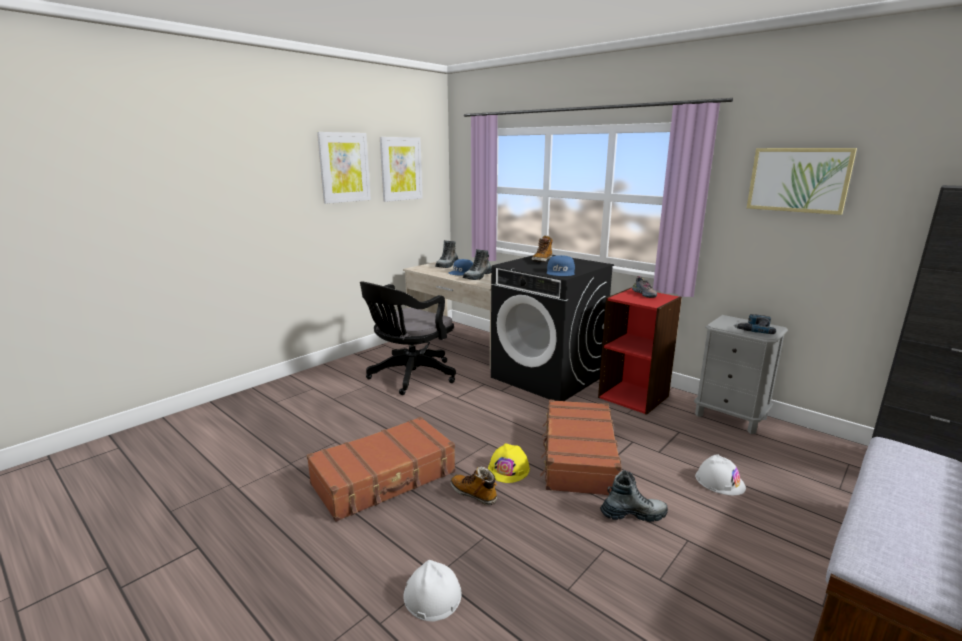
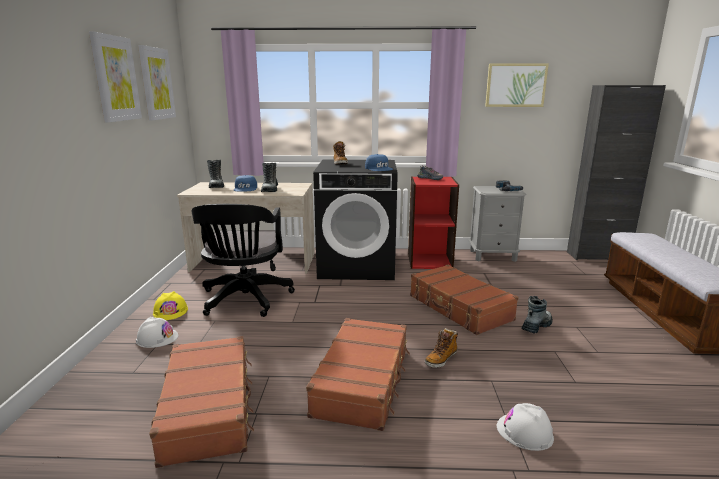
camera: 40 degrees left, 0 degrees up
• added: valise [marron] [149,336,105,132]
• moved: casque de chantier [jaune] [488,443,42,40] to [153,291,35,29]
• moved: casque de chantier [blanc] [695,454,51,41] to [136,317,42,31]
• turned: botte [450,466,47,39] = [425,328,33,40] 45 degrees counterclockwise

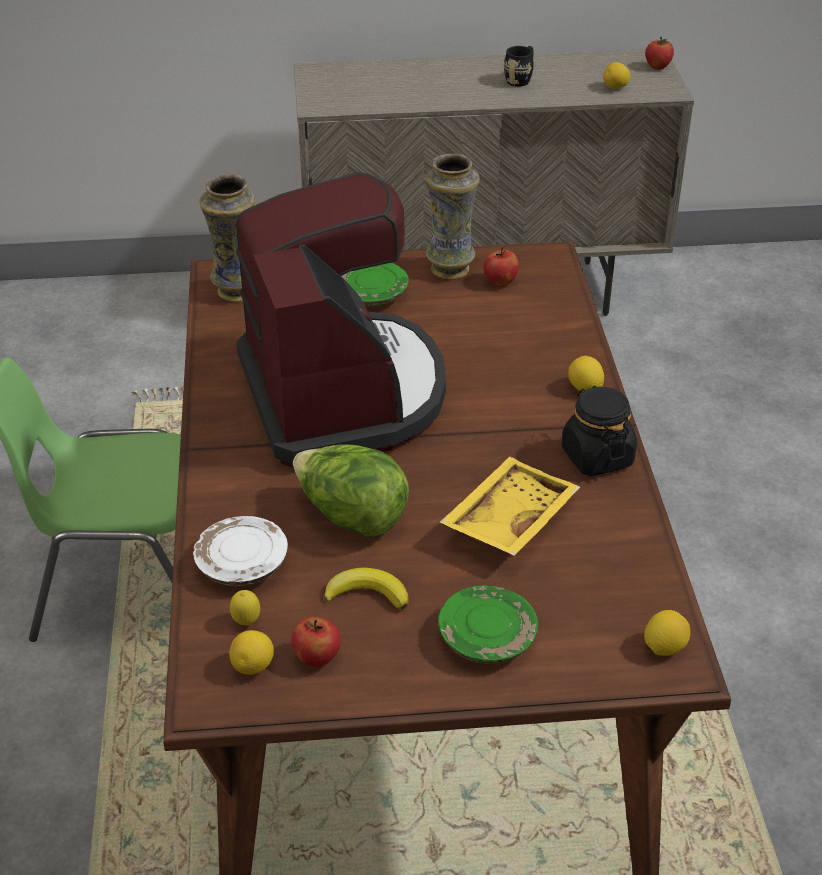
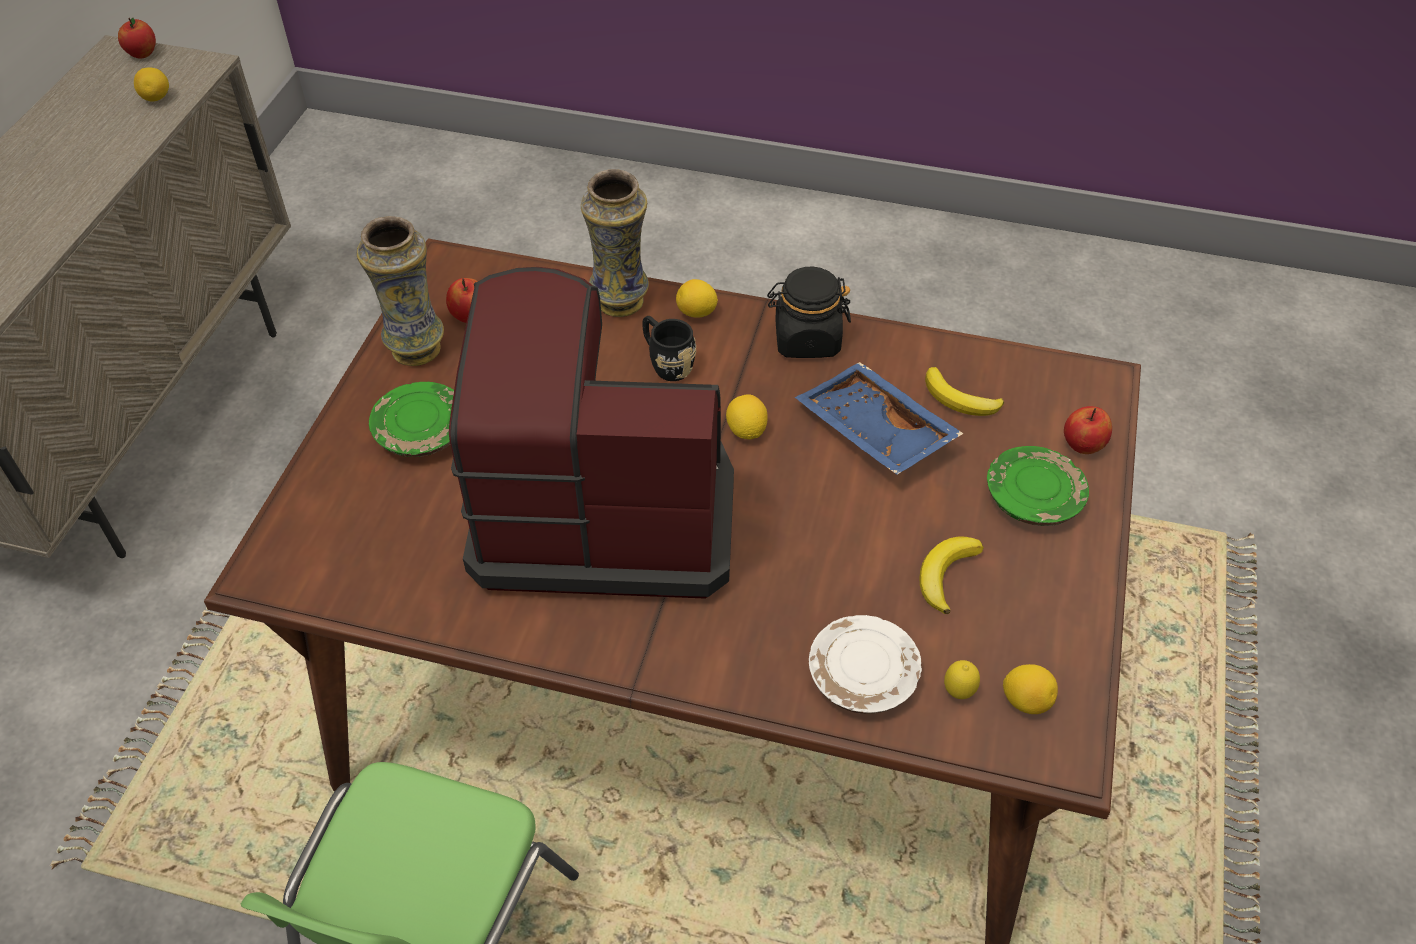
camera: 70 degrees left, 10 degrees up
• removed: laitue [293,444,116,93]
• added: banane [925,367,79,49]
• moved: vase [199,175,56,127] to [581,169,68,148]
• moved: pomme [291,617,50,50] to [1064,406,48,48]
• moved: mug [noir] [504,46,30,41] to [642,316,54,65]
• moved: citron [644,610,47,46] to [726,394,41,45]
• recoloured: plateau [jaune] [440,456,140,100] to plateau [bleu] [795,362,169,113]

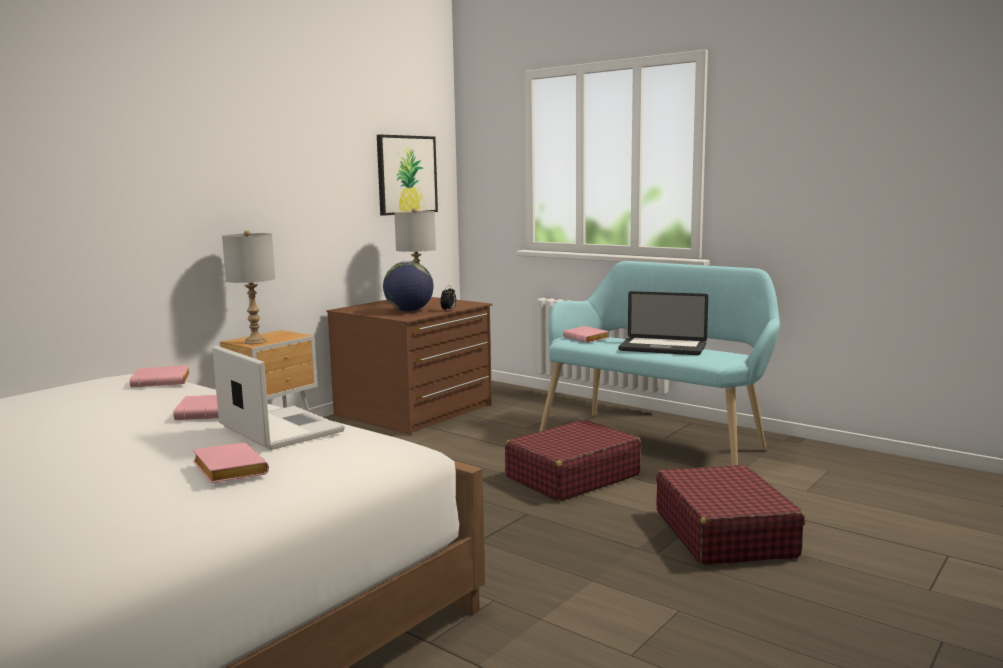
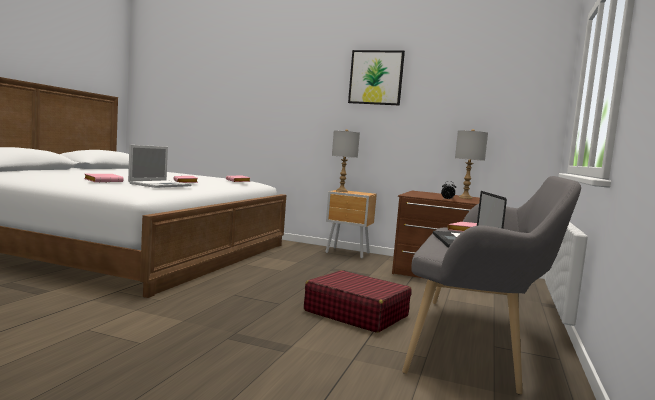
camera: 70 degrees right, 5 degrees down
• removed: globe [383,261,50,51]
• removed: valise [rouge] [656,465,149,100]
• moved: tableau [377,135,61,81] to [348,50,57,56]
• recoloured: banc [turquoise] [539,261,241,205] to banc [gris] [402,176,179,219]

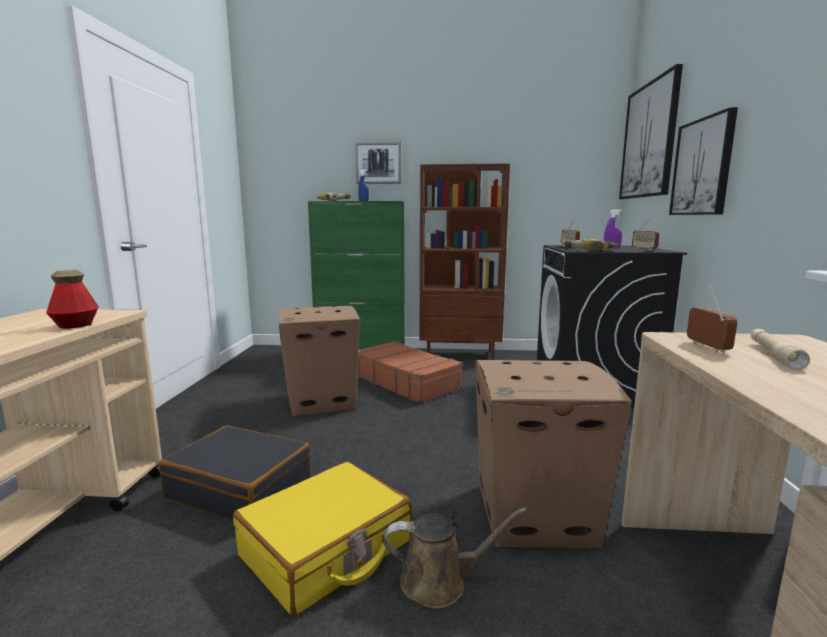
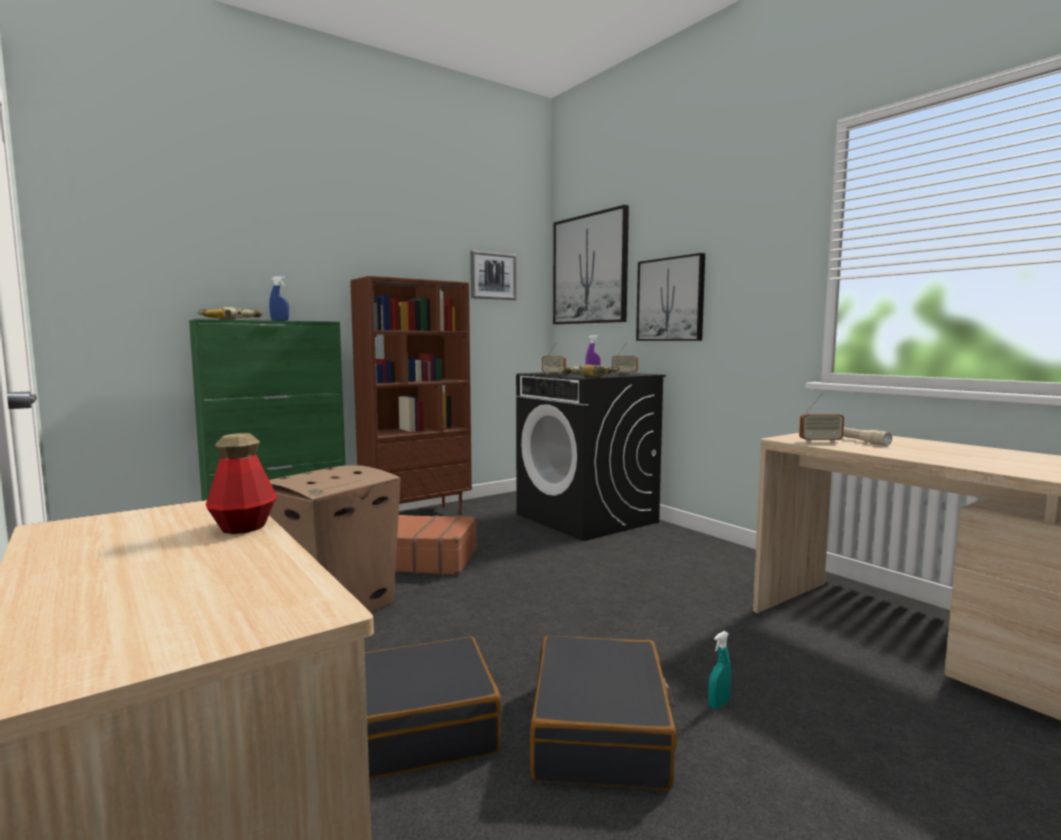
camera: 40 degrees left, 5 degrees down
• removed: carton [475,360,157,188]
• moved: tableau [355,142,46,42] to [470,251,47,49]
• replaced: arrosoir [marron] [384,507,143,102] to vaporisateur [turquoise] [708,631,23,78]
• recoloured: valise [jaune] [233,461,178,155] to valise [noir] [530,636,147,154]
• turned: radio [687,284,50,68] = [799,393,45,50] 135 degrees clockwise

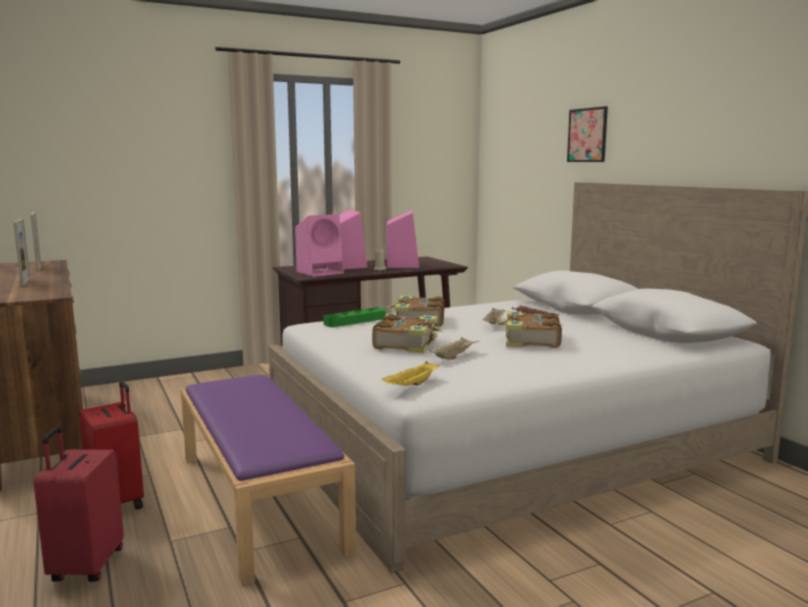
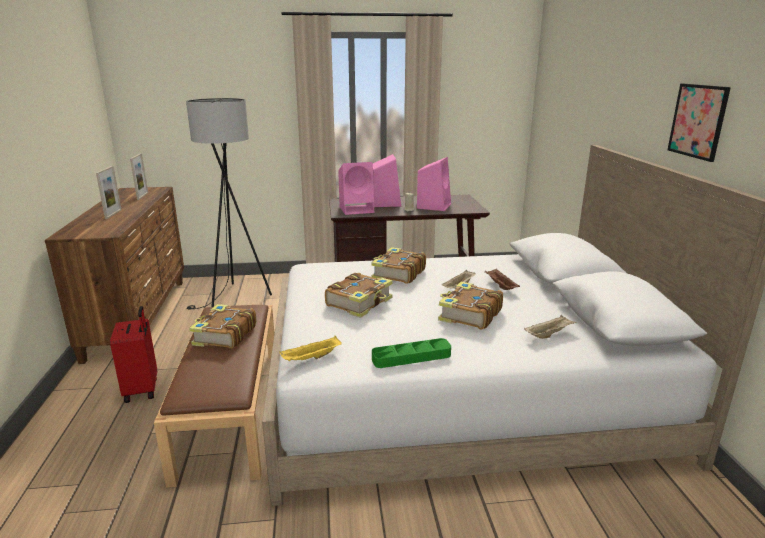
camera: 20 degrees right, 10 degrees up
• removed: valise [rouge] [34,427,90,155]
• added: lampadaire [noir] [186,98,86,211]
• added: livre [189,304,67,45]
• moved: plateau [vert] [323,308,63,19] to [372,338,79,30]
• moved: plateau [beige] [429,337,50,23] to [524,315,53,24]
• moved: tableau [567,106,41,56] to [668,84,63,78]
• recoloured: banc [violet] [181,375,175,210] to banc [marron] [154,305,121,183]

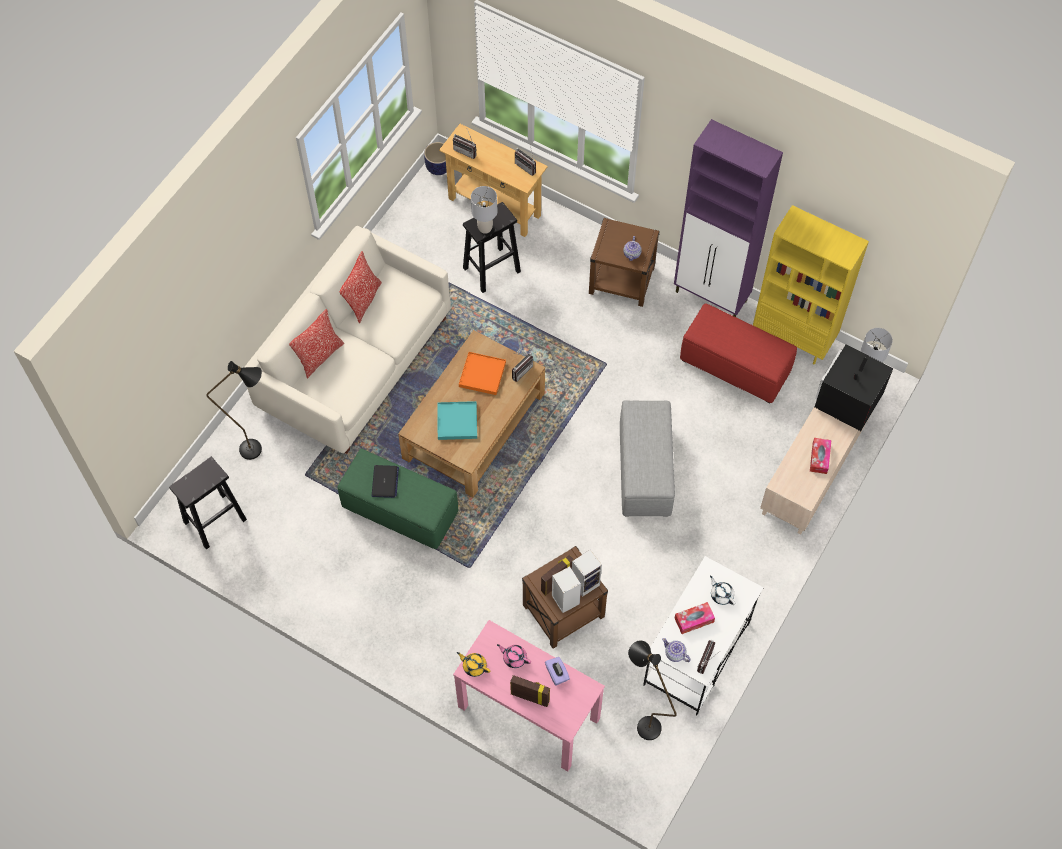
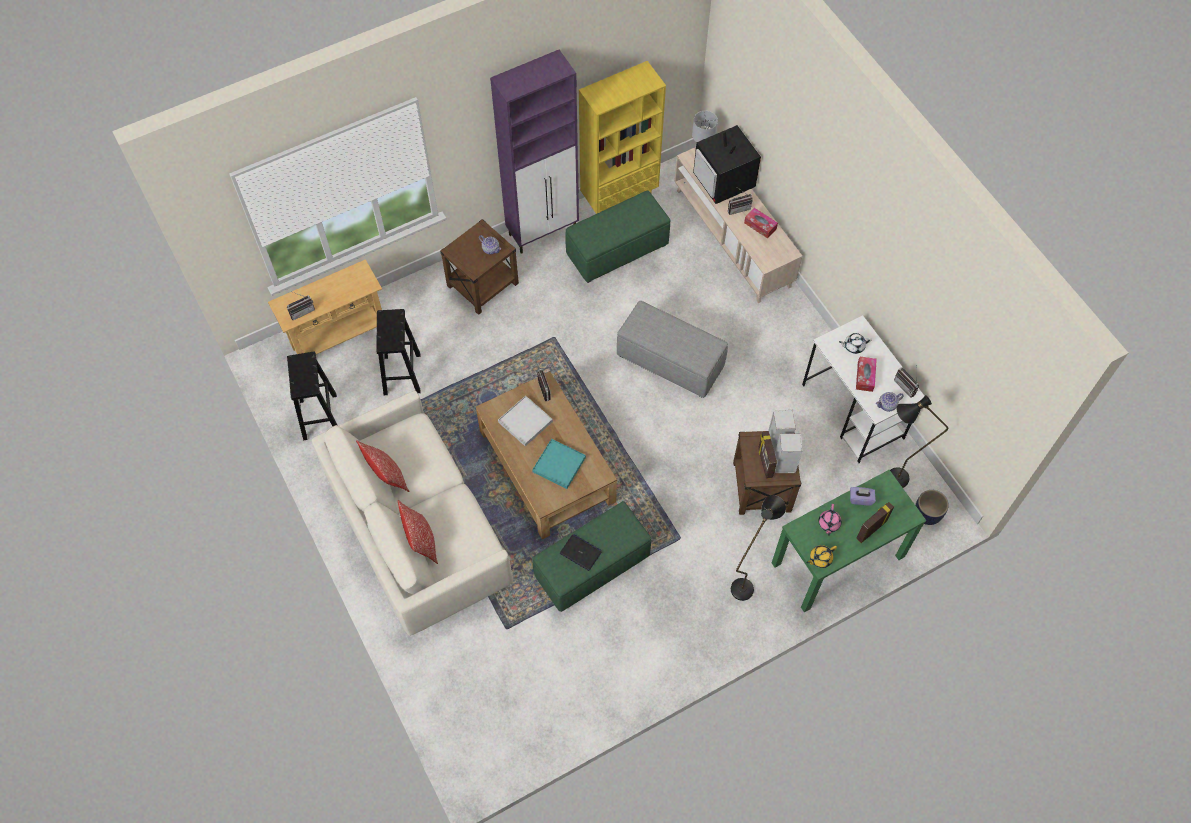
camera: 60 degrees left, 0 degrees up
• removed: lampe de table [gris] [471,186,27,48]
• moved: tabouret [noir] [169,457,78,92] to [287,352,50,88]
• moved: lampadaire [noir] [206,361,56,99] to [731,495,55,106]
• moved: cache-pot [424,142,23,33] to [915,490,34,35]
• moved: radio [515,146,21,30] to [728,188,25,27]
• recoloured: table console [rose] [453,620,152,152] to table console [vert] [772,470,154,142]
• recoloured: plateau [orange] [459,352,47,43] to plateau [blanc] [498,395,55,51]
• recoloured: pouf [rouge] [680,304,117,99] to pouf [vert] [565,191,106,92]
• turned: théière [rose] [497,644,34,24] = [819,504,23,32] 45 degrees counterclockwise

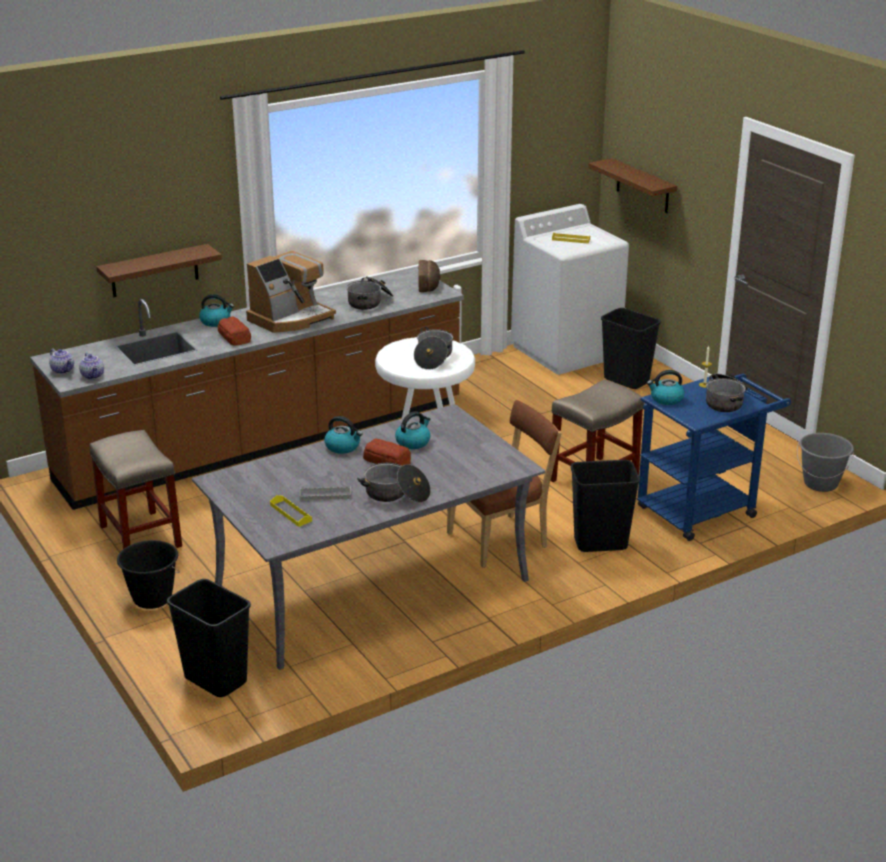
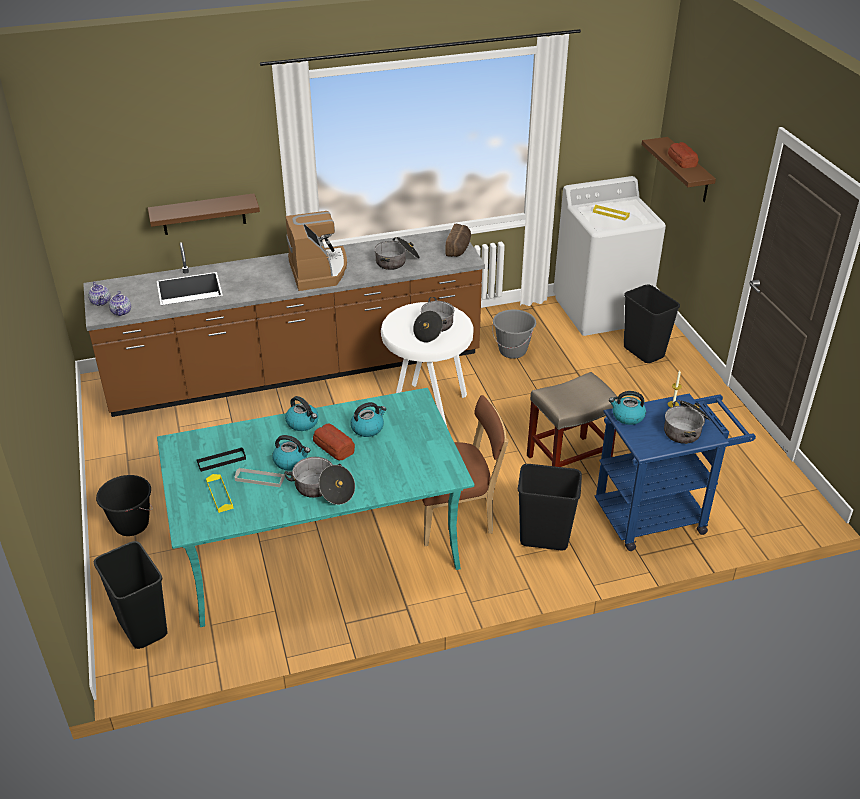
camera: 15 degrees right, 10 degrees up
• removed: tabouret [beige] [90,430,92,119]
• added: plateau [noir] [197,447,49,25]
• moved: bouilloire [199,294,35,33] to [273,435,37,35]
• moved: pain [218,317,33,29] to [668,142,31,26]
• moved: seau [gris] [797,433,57,59] to [492,309,44,50]
• recoloured: table à manger [gris] [192,404,353,266] to table à manger [turquoise] [157,388,318,239]
• turned: machine à café [246,251,90,82] = [286,211,61,80] 75 degrees counterclockwise

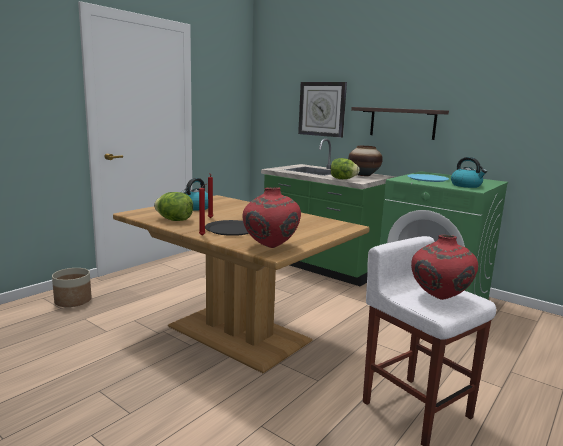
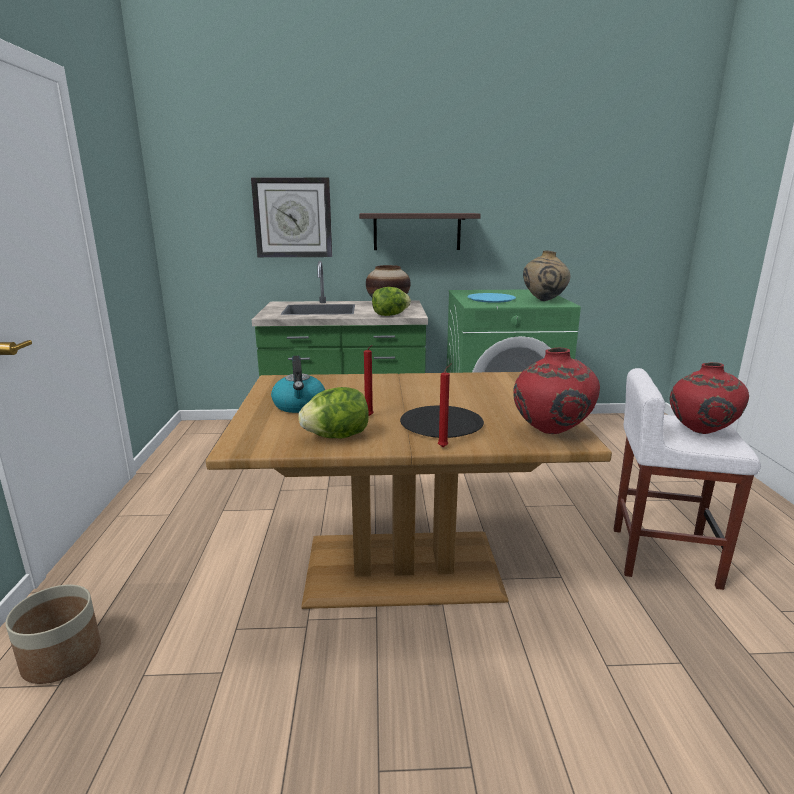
camera: 40 degrees left, 5 degrees up
• replaced: bouilloire [451,157,36,31] to vase [beige] [523,250,47,51]

